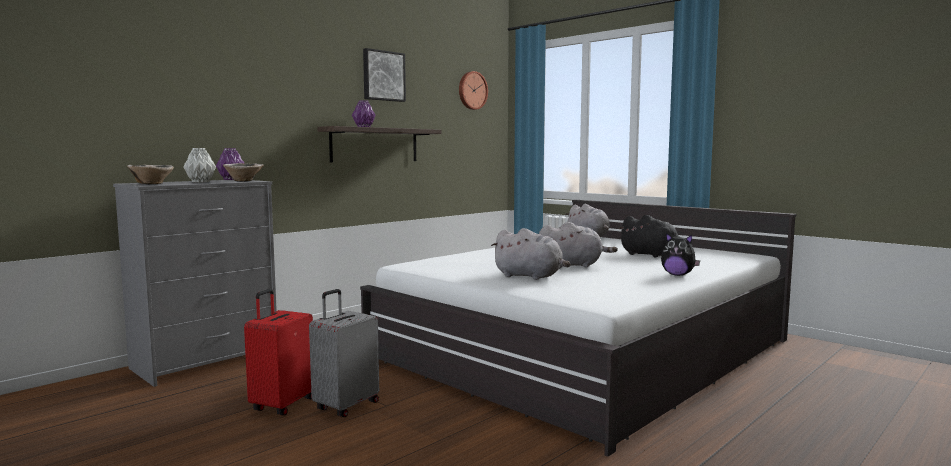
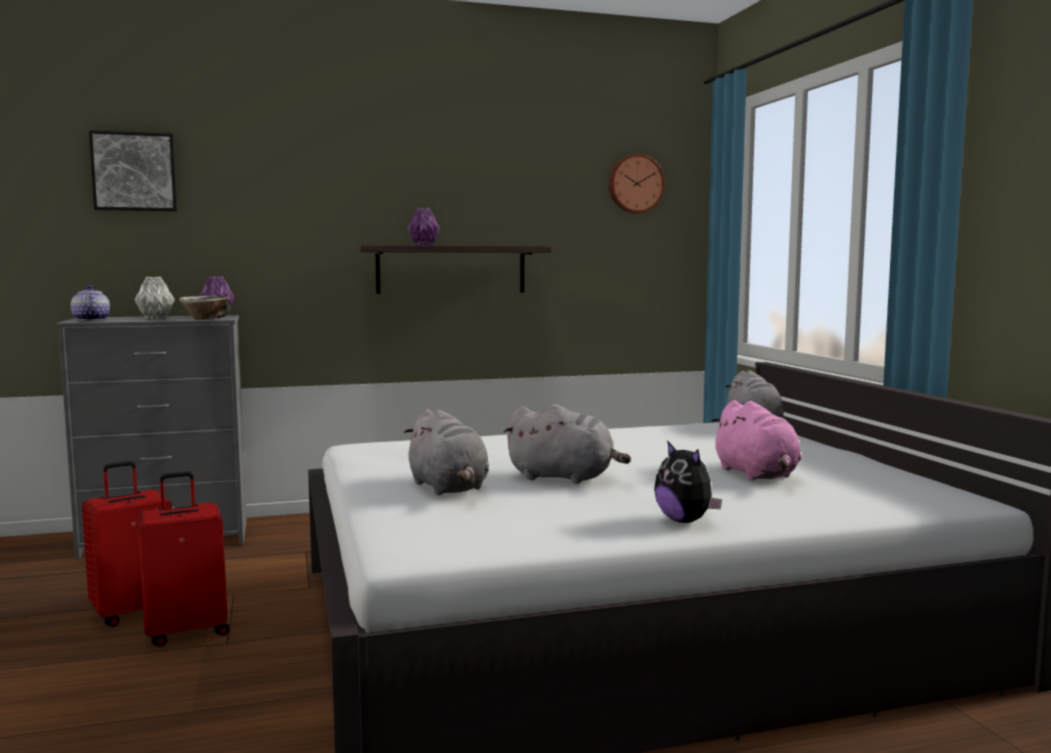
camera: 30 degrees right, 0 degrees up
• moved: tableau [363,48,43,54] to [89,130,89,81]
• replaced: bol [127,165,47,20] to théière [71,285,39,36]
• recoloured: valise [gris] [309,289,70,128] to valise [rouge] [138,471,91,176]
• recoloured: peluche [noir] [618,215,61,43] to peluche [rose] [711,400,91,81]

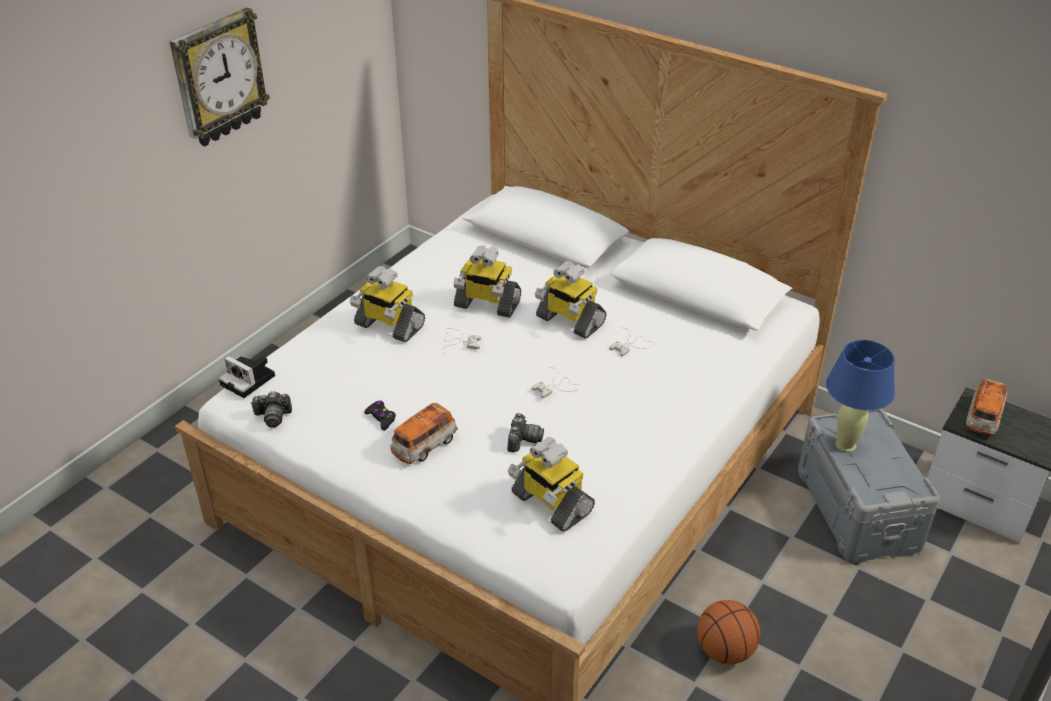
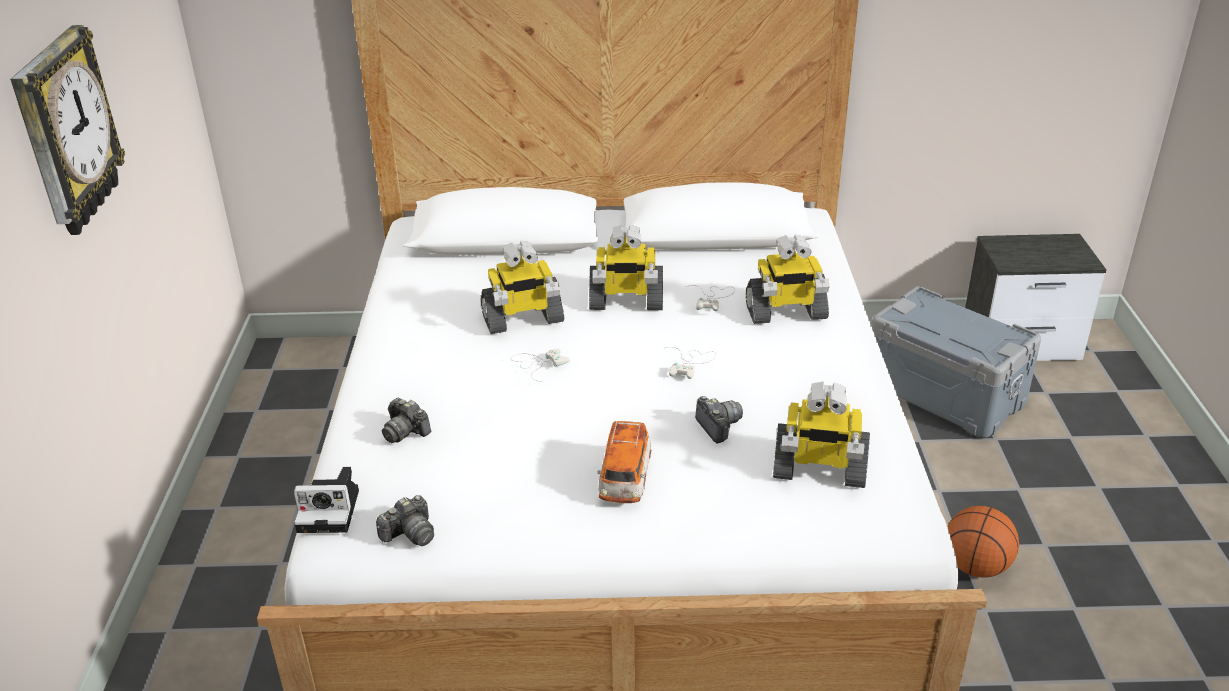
camera: 35 degrees left, 5 degrees down
• removed: manette [noir] [364,401,32,30]
• removed: lampe de table [bleu] [826,340,69,112]
• removed: petite voiture [966,378,41,57]
• added: appareil photo [382,398,49,45]
• moved: robot jouet [350,266,75,77] to [746,235,83,89]

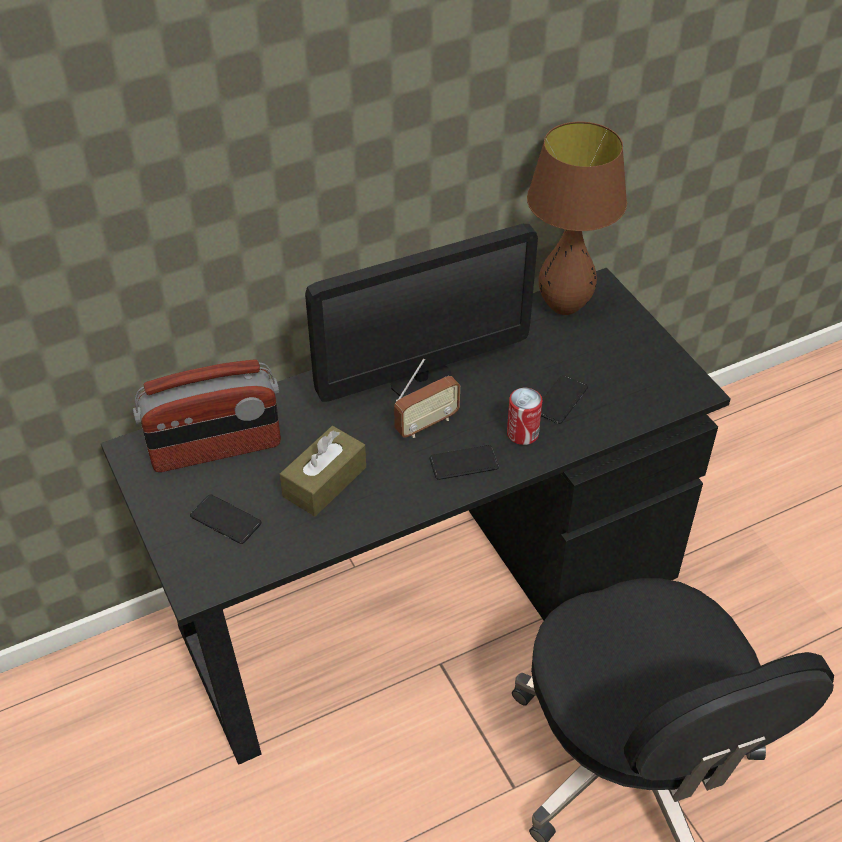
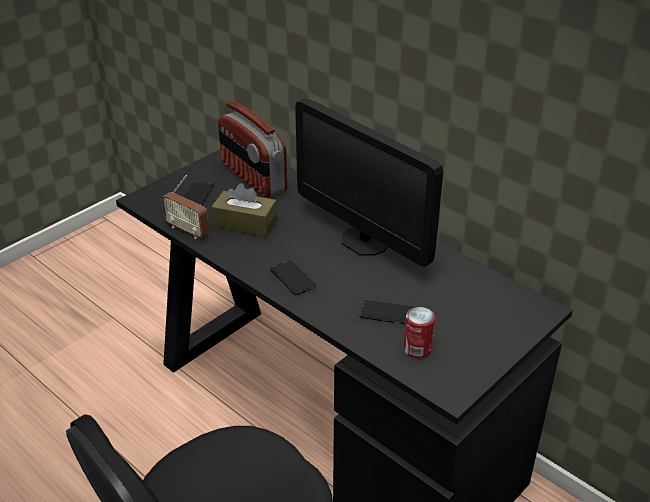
camera: 70 degrees right, 10 degrees down
• removed: lampe de table [marron] [527,122,100,193]
• moved: radio [394,359,66,79] to [162,175,47,64]
• moved: boîte métallique [507,388,35,57] to [404,307,31,51]

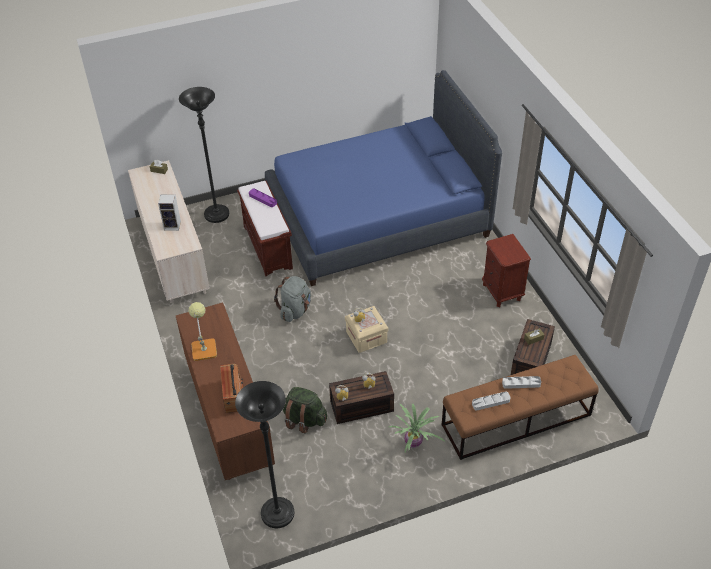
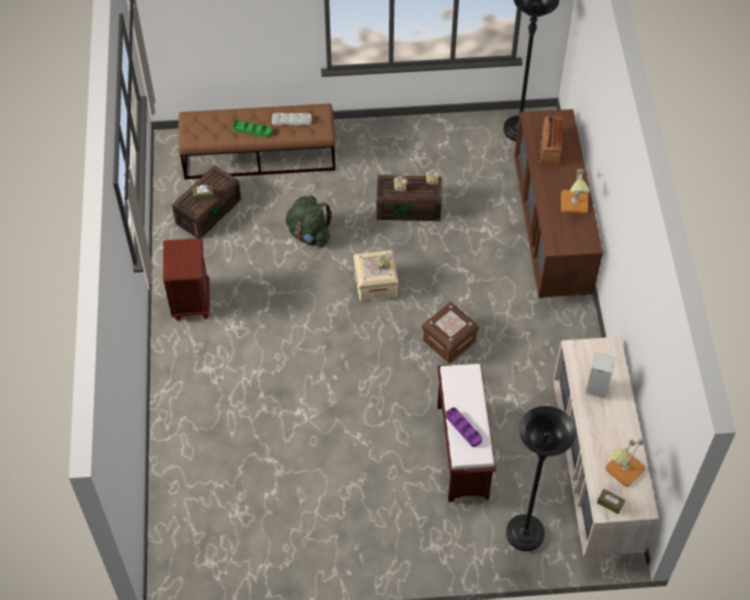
camera: 165 degrees left, 10 degrees up
• removed: lit [bleu] [265,70,237,216]
• removed: plante en pot [389,403,56,49]
• added: lampe de table [605,439,40,48]
• moved: sac à dos [vert] [283,387,44,47] to [286,195,46,52]
• replaced: sac à dos [gris] [274,276,37,46] to boîte de rangement [marron] [422,302,57,61]
• recoloured: plateau [gris] [502,376,39,13] to plateau [vert] [232,120,40,18]

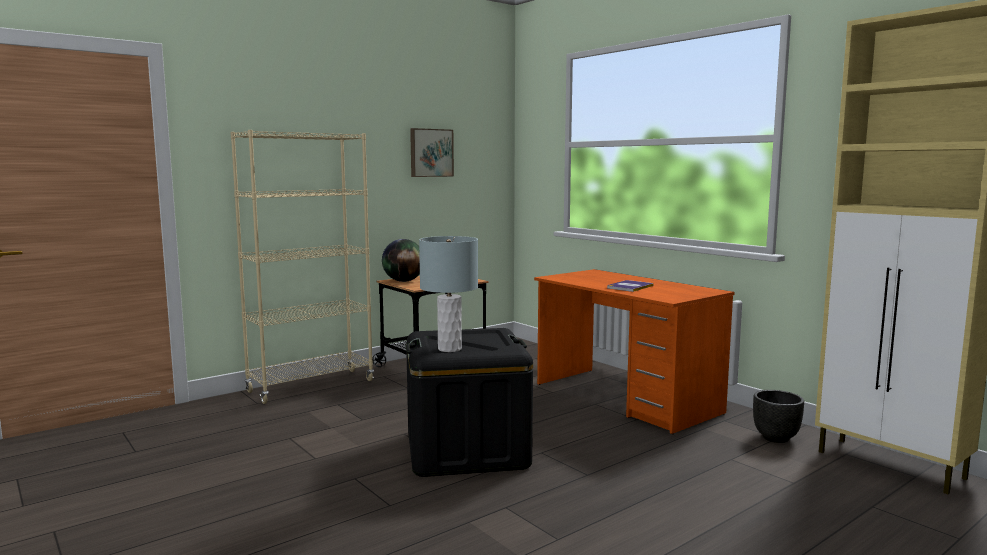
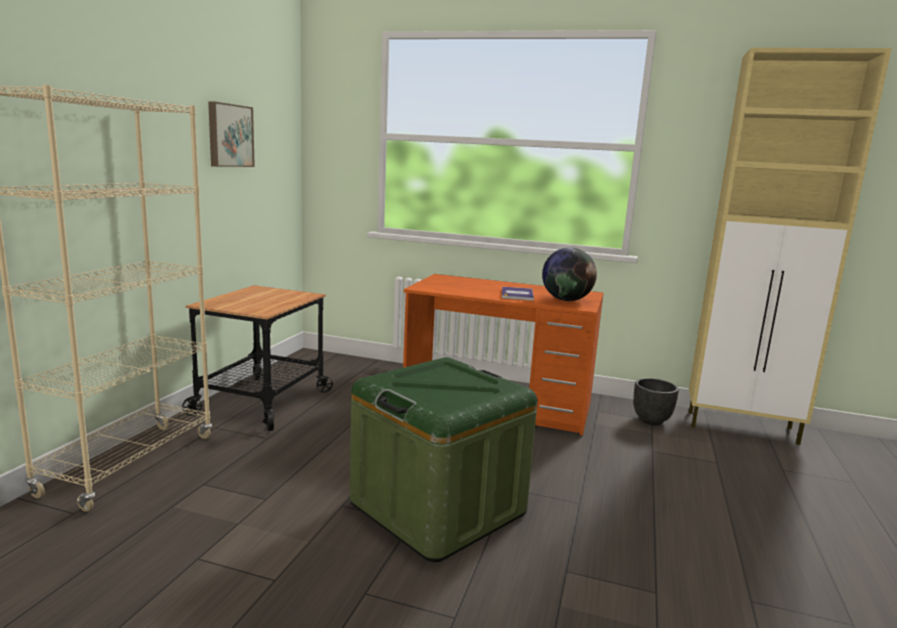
camera: 35 degrees left, 5 degrees up
• removed: lampe de table [gris] [419,236,59,116]
• moved: globe [382,239,38,43] to [542,247,55,54]
• recoloured: boîte de rangement [noir] [406,328,127,149] to boîte de rangement [vert] [350,357,187,205]

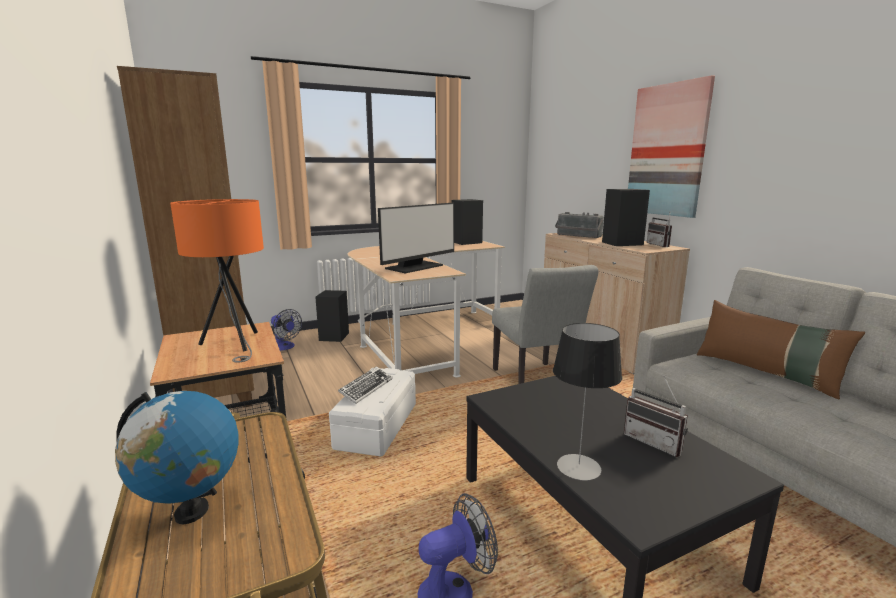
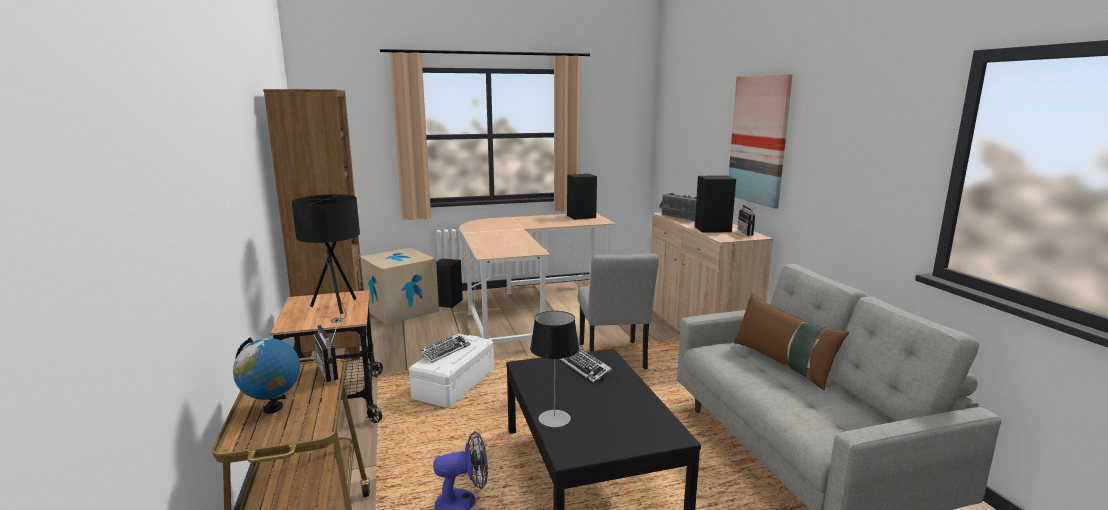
camera: 10 degrees right, 0 degrees up
• removed: écran d'ordinateur [378,203,76,70]
• added: clavier [560,347,52,36]
• moved: radio [624,376,64,81] to [313,315,28,67]
• replaced: ventilateur [271,309,31,42] to carton [361,248,78,77]
• recoloured: lampe de table [orange] [170,199,94,163] to lampe de table [noir] [292,194,68,129]

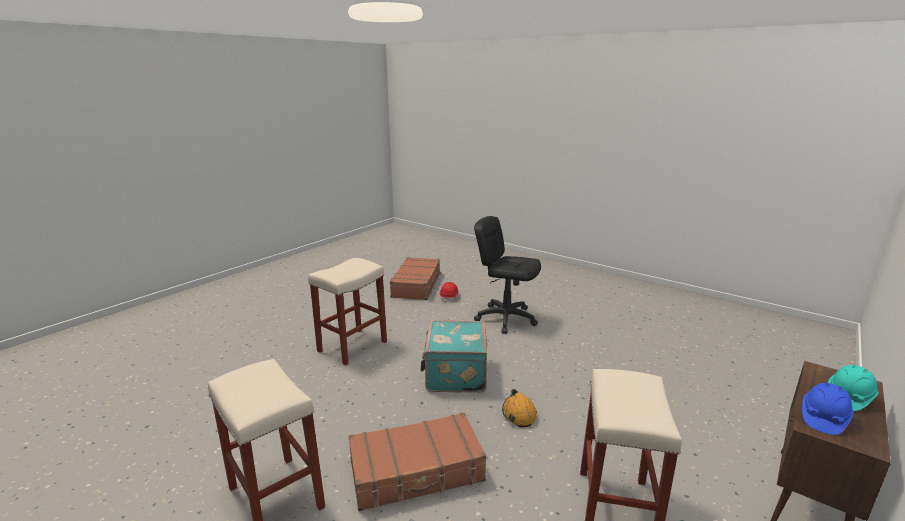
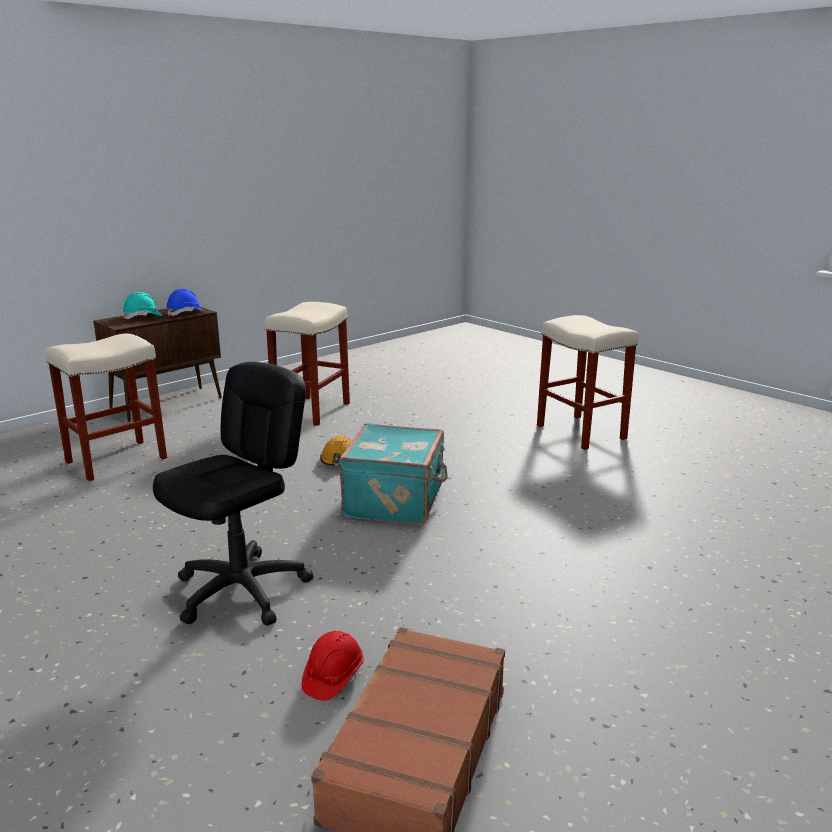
camera: 170 degrees left, 0 degrees up
• removed: valise [marron] [348,412,138,99]
• moved: tabouret [beige] [308,258,79,108] to [45,333,122,148]
• turned: chaise de bureau [noir] [474,216,67,118] = [153,362,161,264] 90 degrees counterclockwise

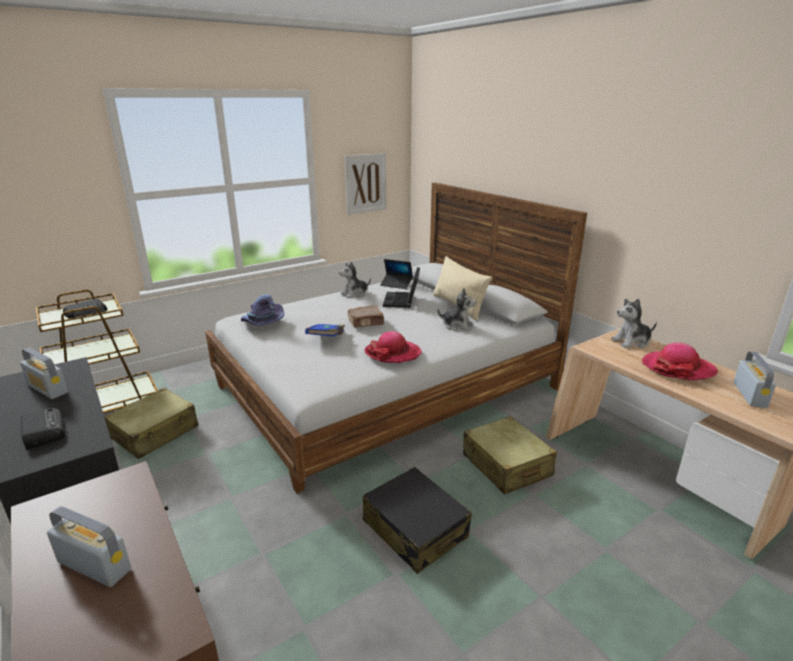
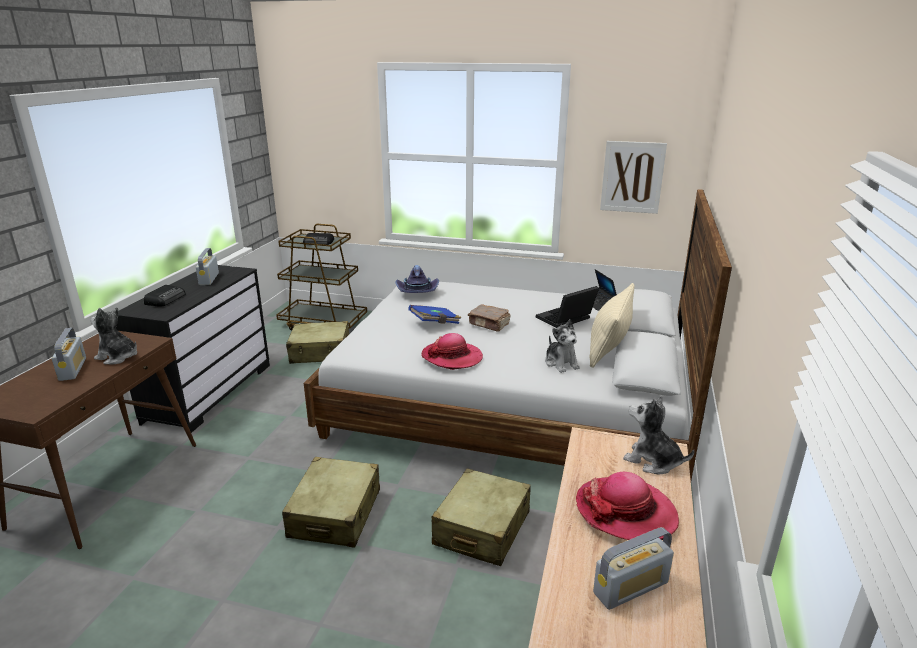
camera: 50 degrees right, 0 degrees up
• moved: peluche [339,262,32,36] to [91,307,46,57]
• recoloured: valise [noir] [363,467,109,107] to valise [beige] [282,457,98,91]

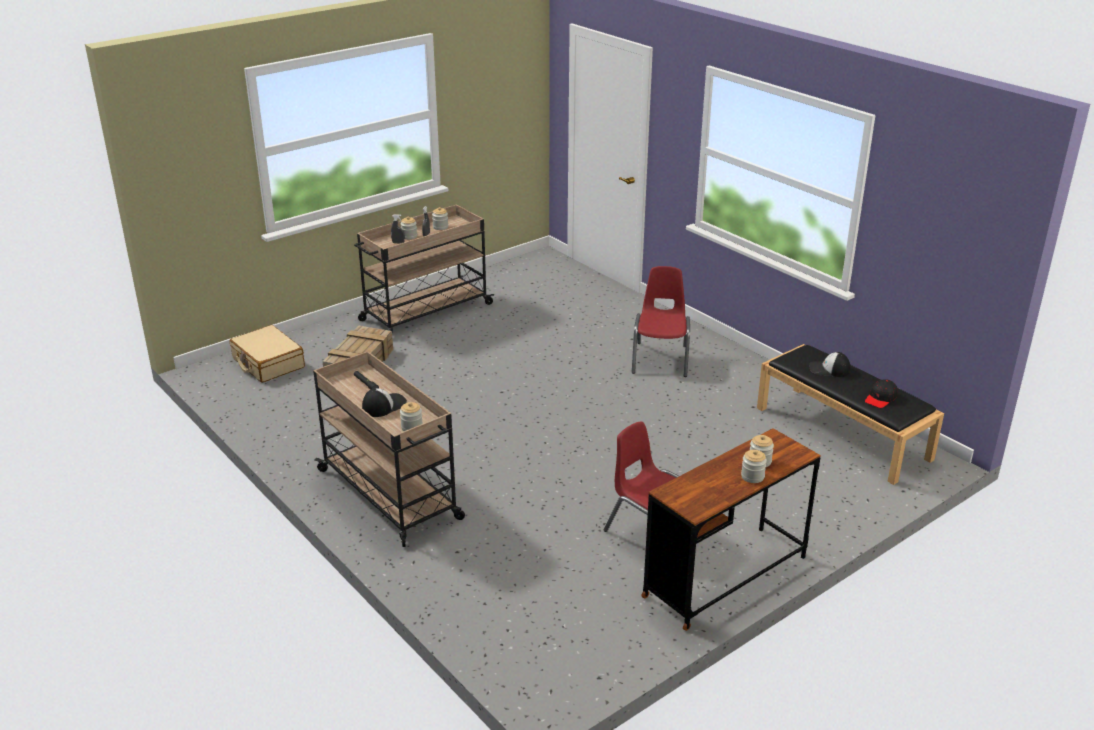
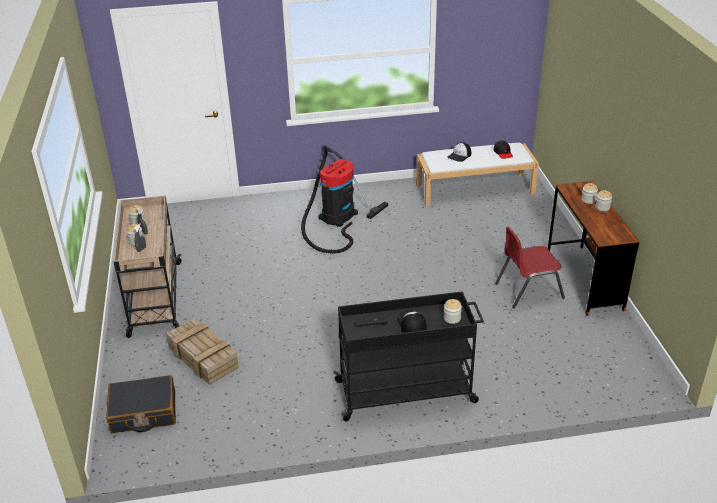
camera: 60 degrees left, 5 degrees up
• replaced: chaise [rouge] [632,266,58,111] to aspirateur [301,145,87,108]
• recoloured: valise [beige] [229,325,76,58] to valise [noir] [106,375,70,58]
• recoloured: chariot [beige] [313,351,152,196] to chariot [noir] [333,291,151,131]
• recoloured: banc [noir] [757,344,187,141] to banc [blanc] [416,143,123,63]

